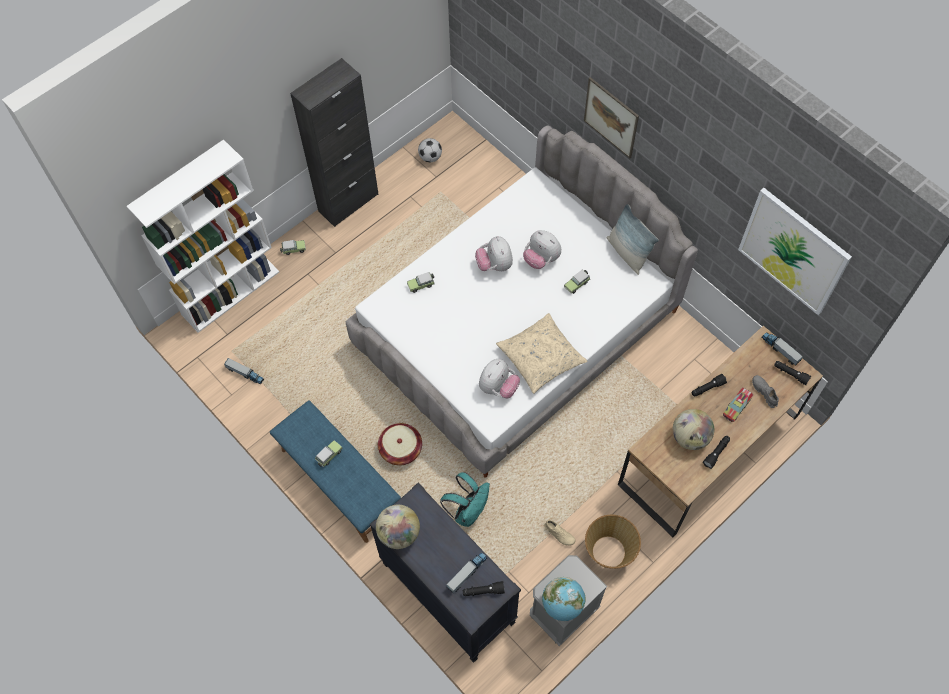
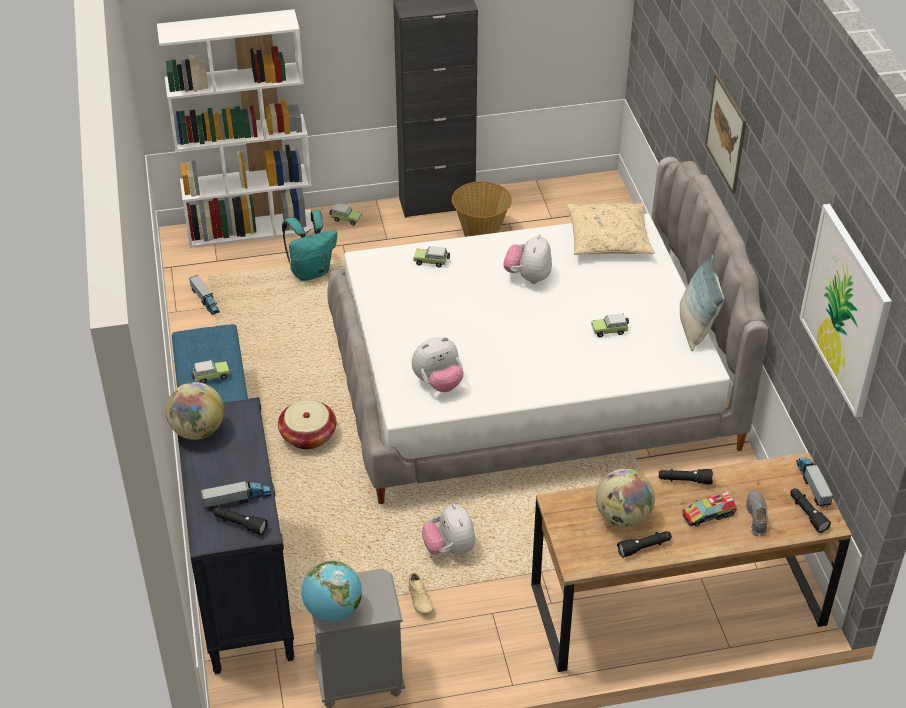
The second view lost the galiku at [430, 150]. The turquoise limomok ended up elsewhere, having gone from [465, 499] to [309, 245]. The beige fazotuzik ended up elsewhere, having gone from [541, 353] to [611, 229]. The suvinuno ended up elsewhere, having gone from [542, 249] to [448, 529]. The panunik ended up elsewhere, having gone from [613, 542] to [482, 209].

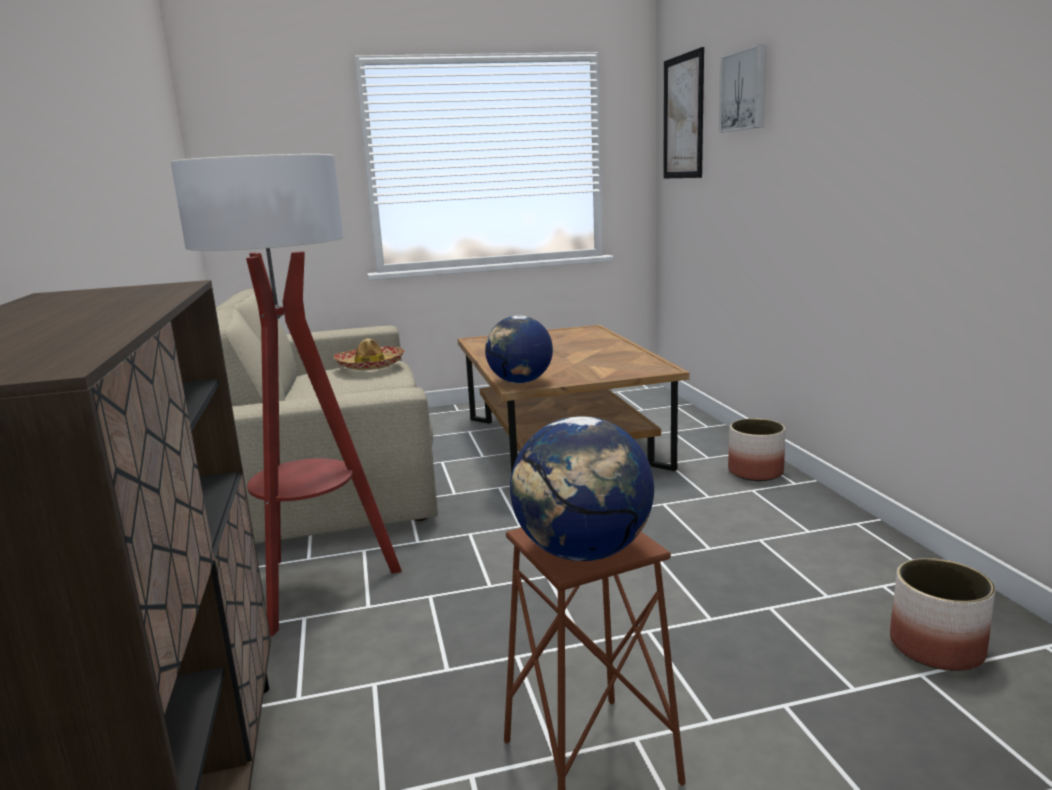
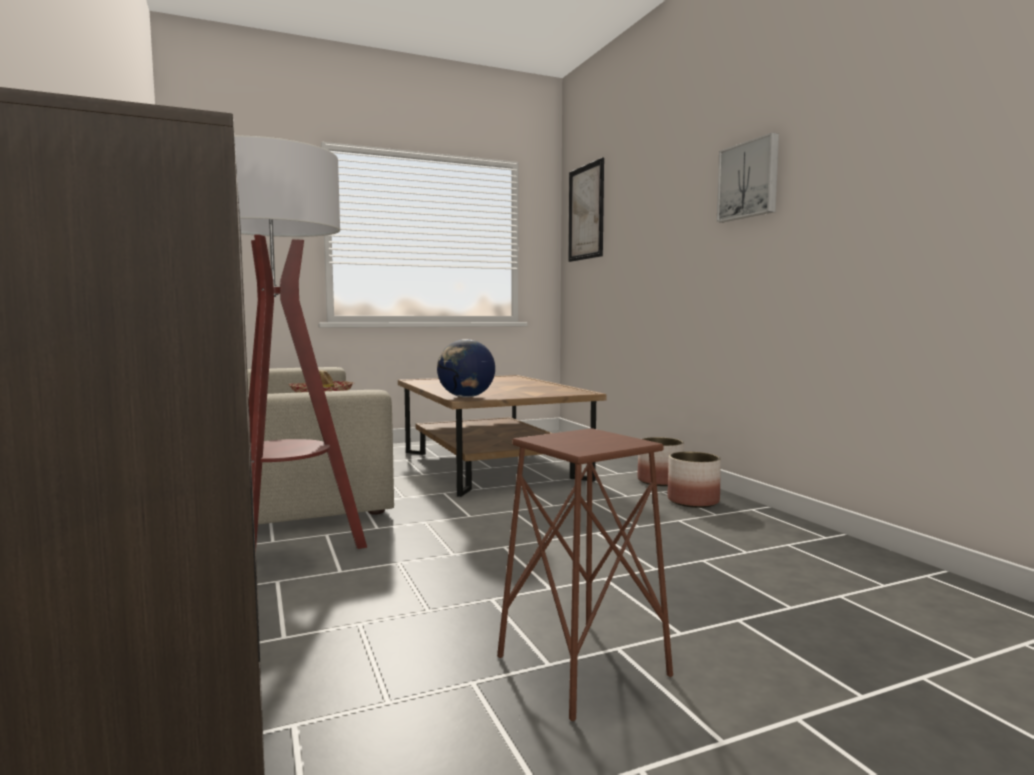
The second view lost the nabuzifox at [582, 488]. The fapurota ended up elsewhere, having gone from [743, 88] to [748, 177]. The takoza ended up elsewhere, having gone from [942, 614] to [694, 480].

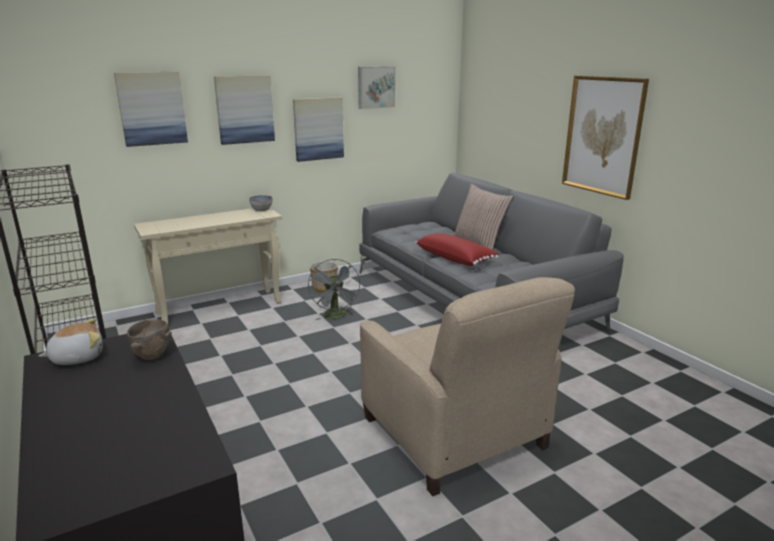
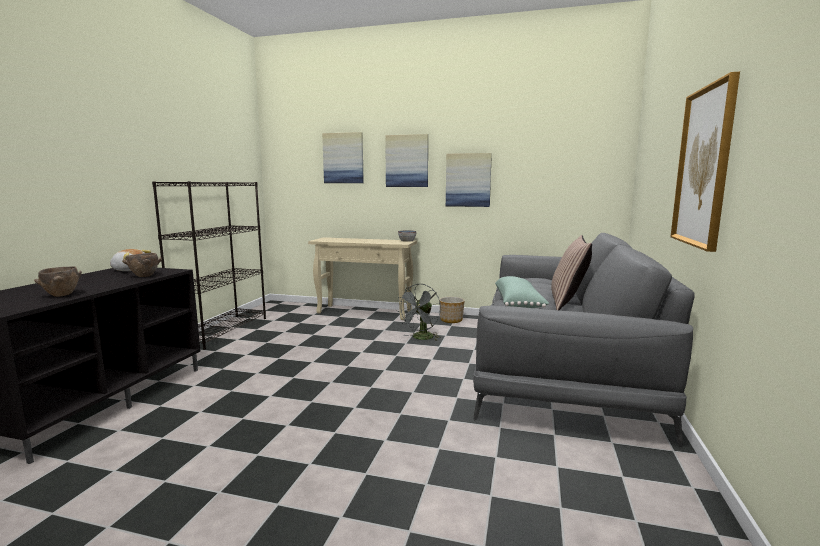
The second view lost the fapurota at [376, 87]. The second view lost the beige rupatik at [467, 386]. The second view gained the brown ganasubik at [58, 281]. What was the red fazotuzik at [457, 249] turned into the green fazotuzik at [522, 292].

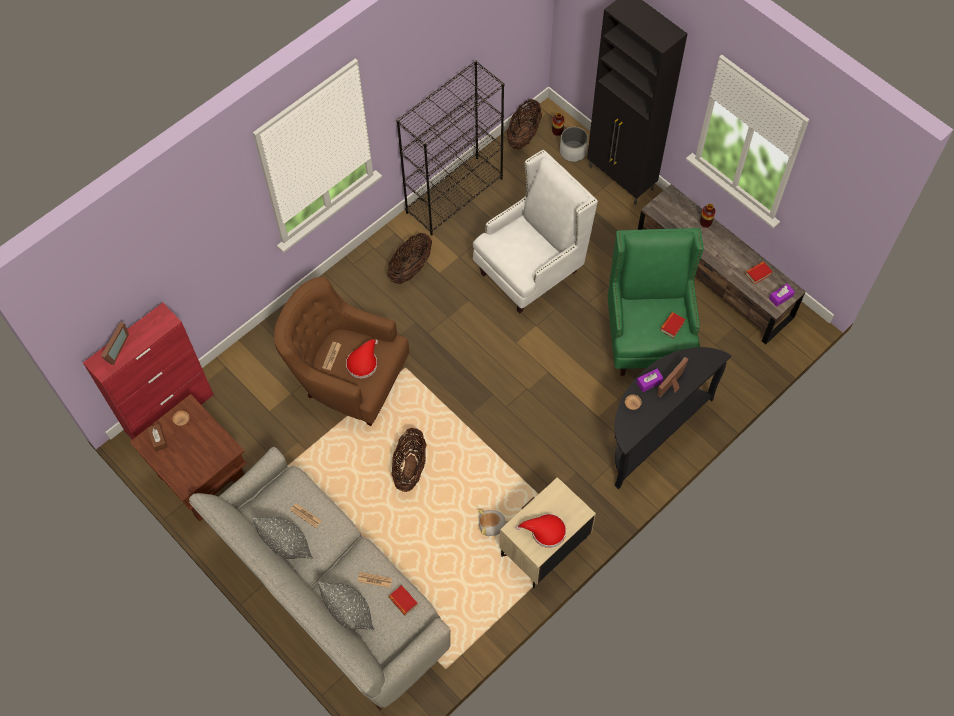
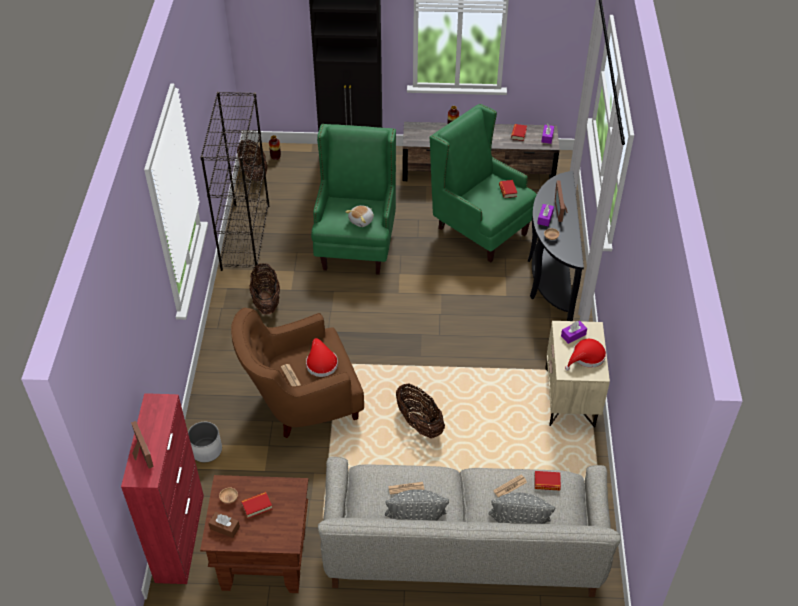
The second view gained the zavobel at [256, 505]. The second view gained the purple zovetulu at [574, 332]. The suvinuno ended up elsewhere, having gone from [493, 522] to [360, 216]. The white takoza ended up elsewhere, having gone from [574, 144] to [205, 442]. What was the white rupatik at [535, 232] turned into the green rupatik at [353, 199].

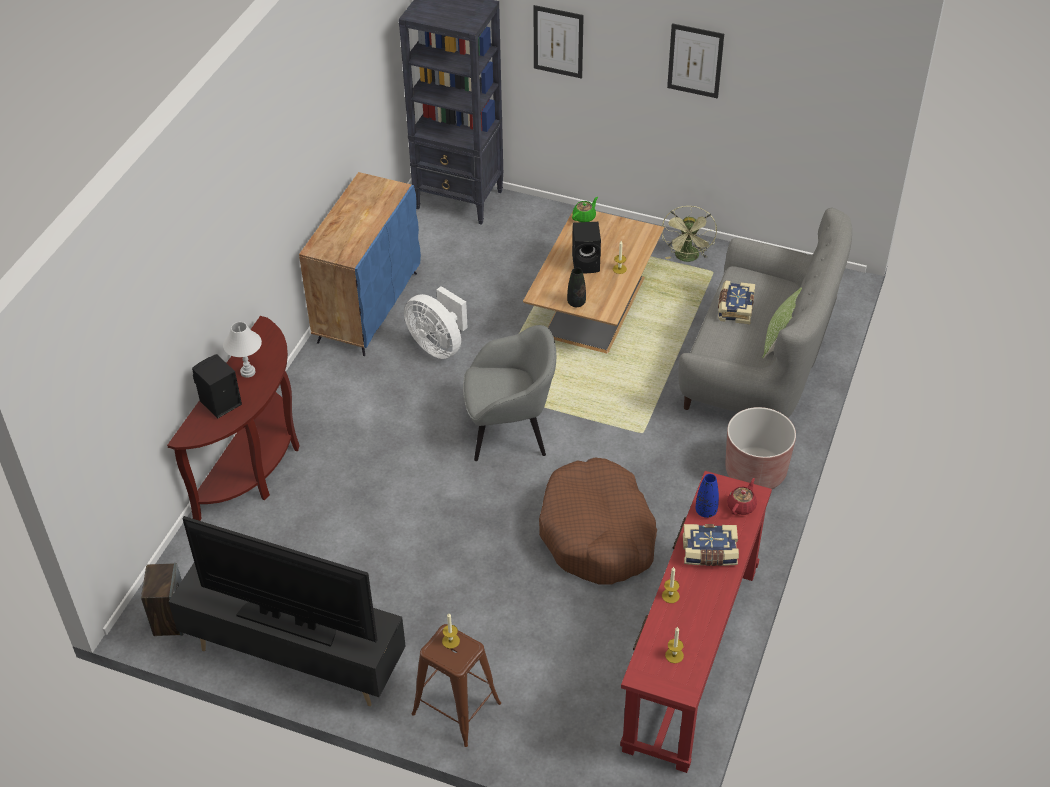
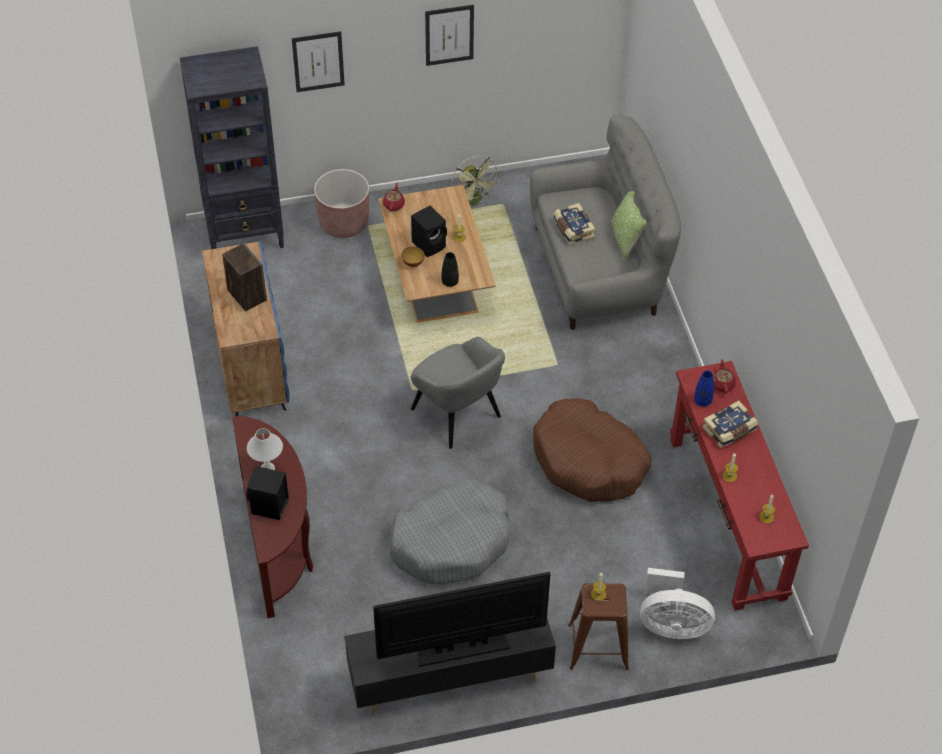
The second view gained the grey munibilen at [449, 532]. The second view gained the ganasubik at [412, 256]. The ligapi ended up elsewhere, having gone from [162, 599] to [244, 277]. The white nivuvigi ended up elsewhere, having gone from [436, 322] to [677, 603]. The brown takoza ended up elsewhere, having gone from [761, 448] to [341, 203]. What was the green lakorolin at [585, 209] turned into the red lakorolin at [394, 197]. The grey rupatik at [509, 393] ended up facing another way, 90 degrees clockwise from before.

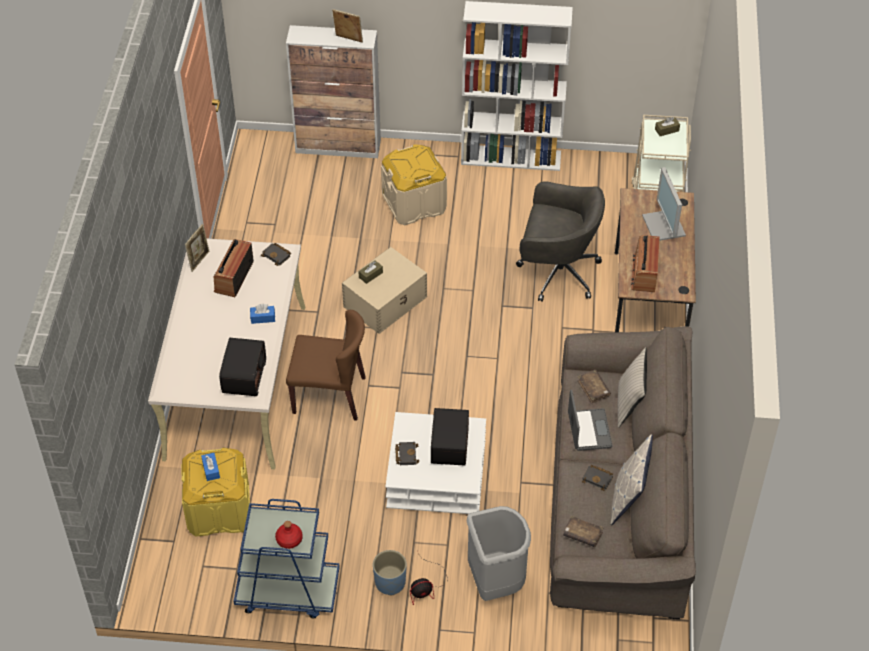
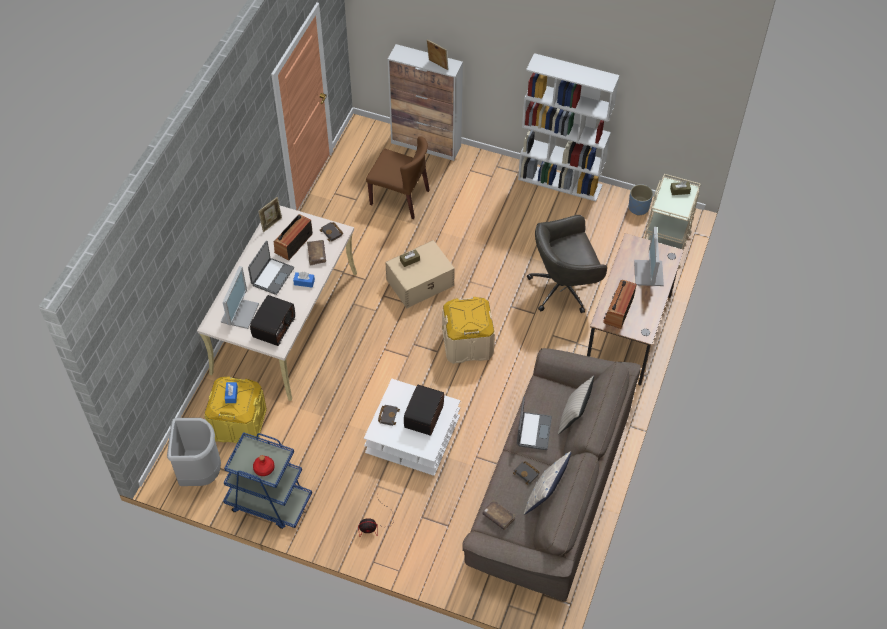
The second view gained the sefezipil at [240, 297]. The second view gained the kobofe at [271, 268]. The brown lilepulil ended up elsewhere, having gone from [326, 365] to [398, 177]. The blue takoza ended up elsewhere, having gone from [390, 573] to [641, 200]. The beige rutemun ended up elsewhere, having gone from [414, 185] to [468, 330]. The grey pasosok ended up elsewhere, having gone from [499, 553] to [194, 452]. The brown zavobel ended up elsewhere, having gone from [594, 387] to [316, 253]. The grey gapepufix at [560, 241] ended up facing another way, 135 degrees clockwise from before.

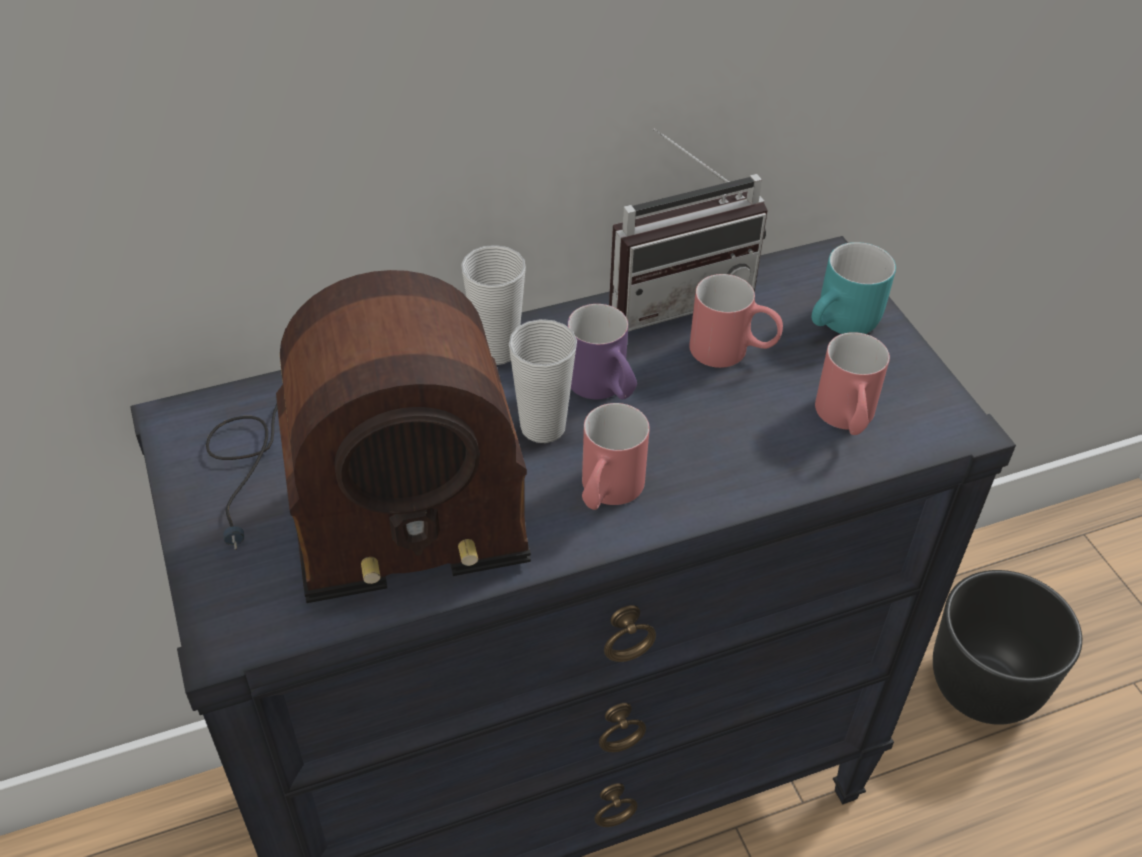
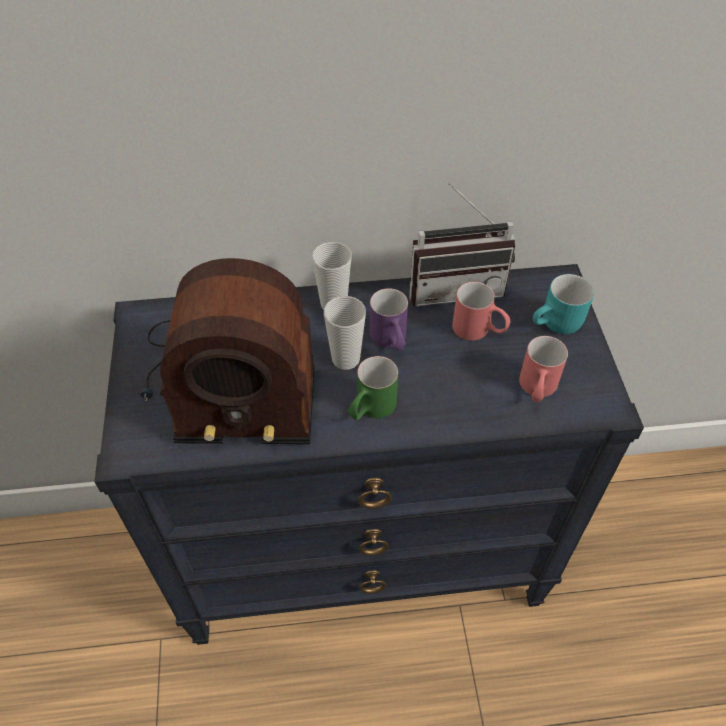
The second view lost the black takoza at [1007, 647]. What was the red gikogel at [616, 456] turned into the green gikogel at [373, 388].

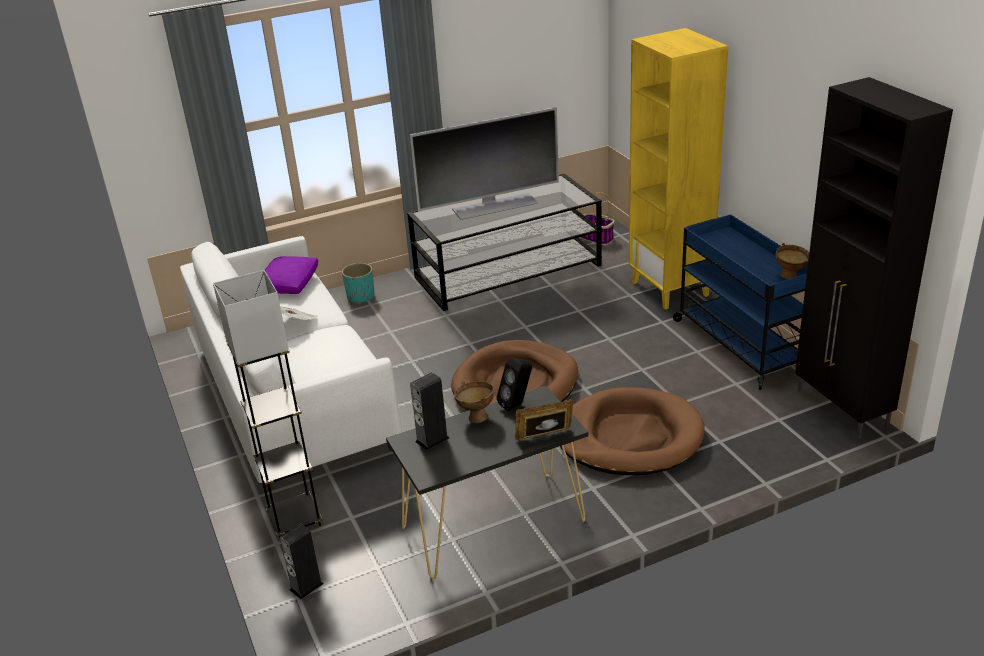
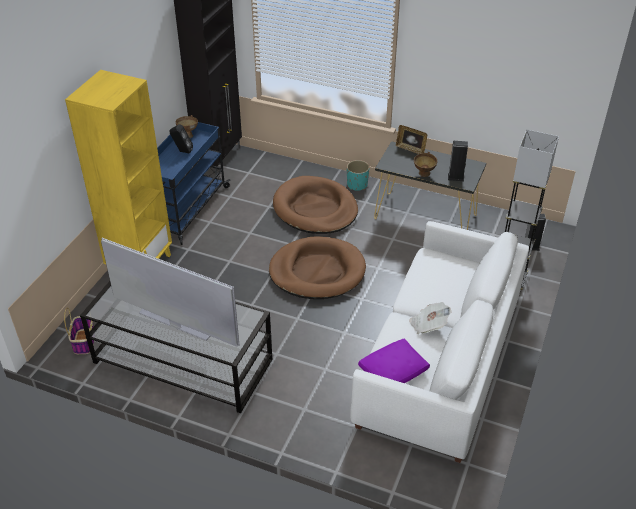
The turquoise takoza ended up elsewhere, having gone from [358, 283] to [358, 175]. The black ligapi ended up elsewhere, having gone from [514, 384] to [181, 139].

